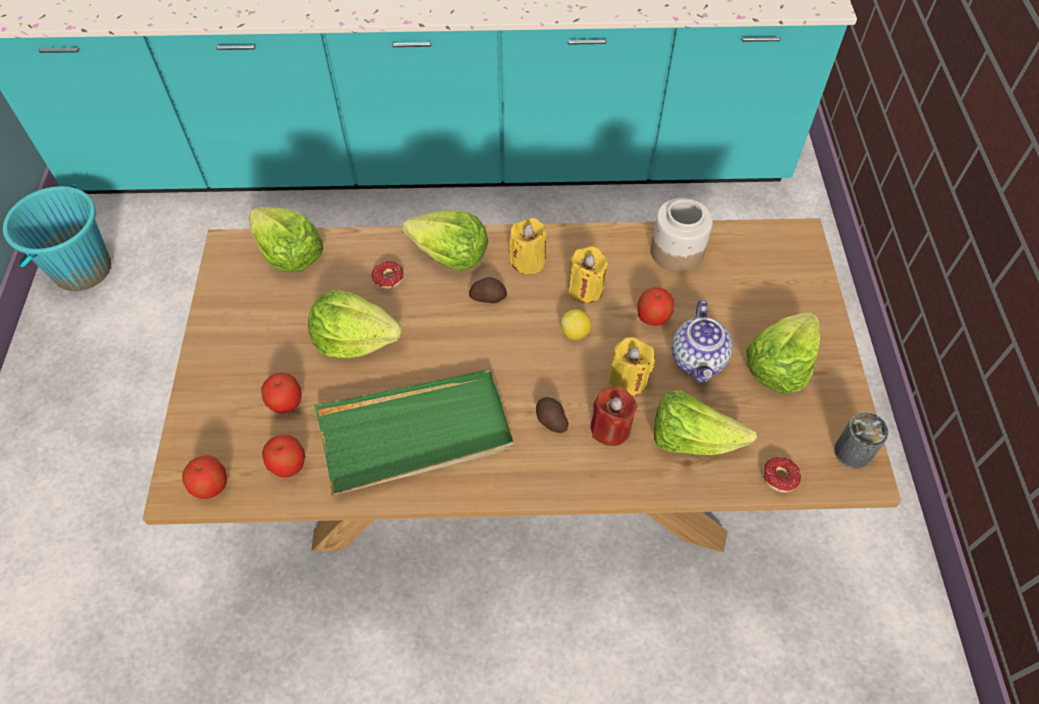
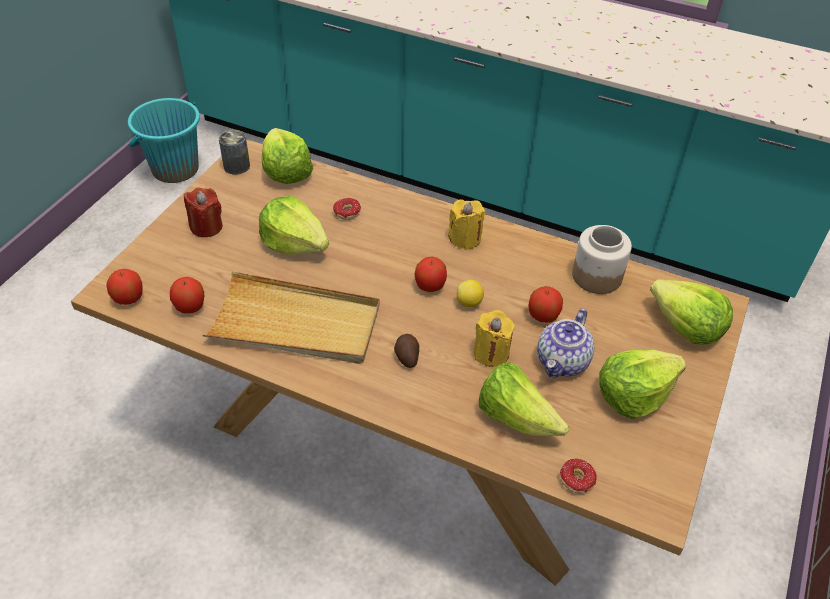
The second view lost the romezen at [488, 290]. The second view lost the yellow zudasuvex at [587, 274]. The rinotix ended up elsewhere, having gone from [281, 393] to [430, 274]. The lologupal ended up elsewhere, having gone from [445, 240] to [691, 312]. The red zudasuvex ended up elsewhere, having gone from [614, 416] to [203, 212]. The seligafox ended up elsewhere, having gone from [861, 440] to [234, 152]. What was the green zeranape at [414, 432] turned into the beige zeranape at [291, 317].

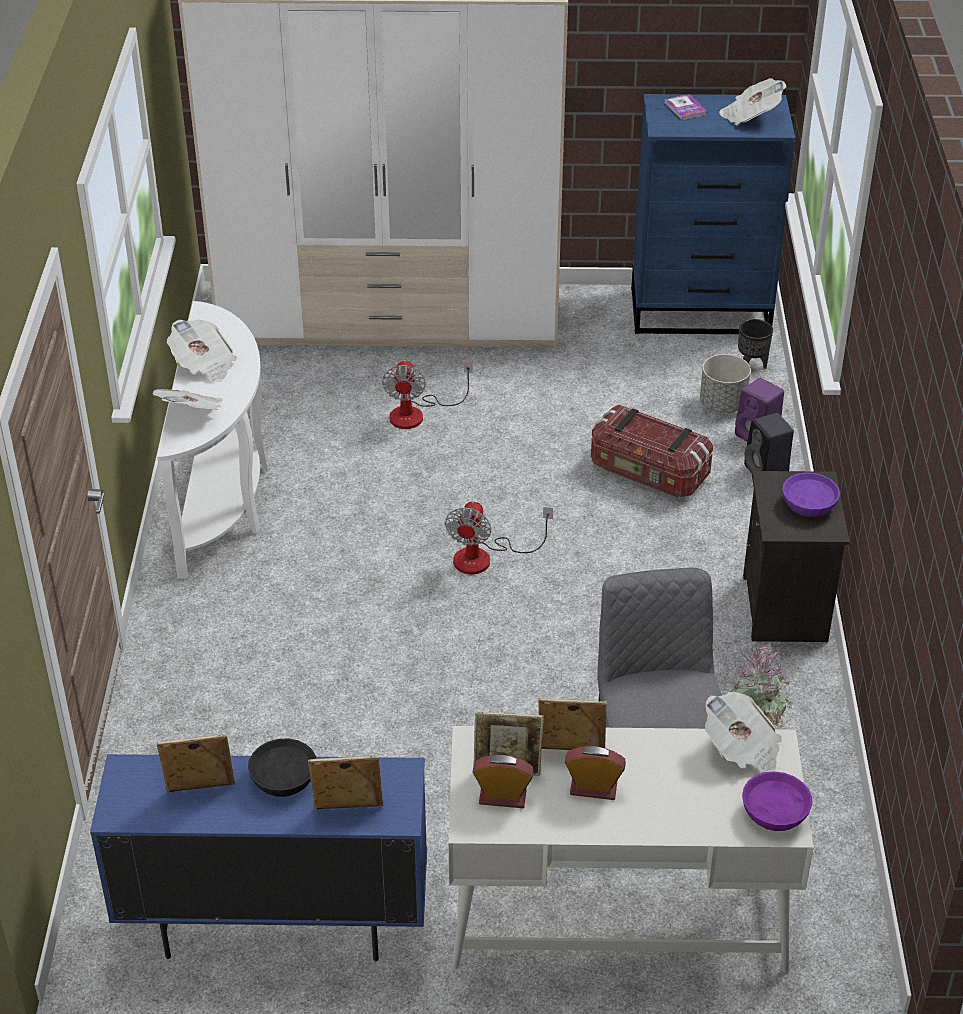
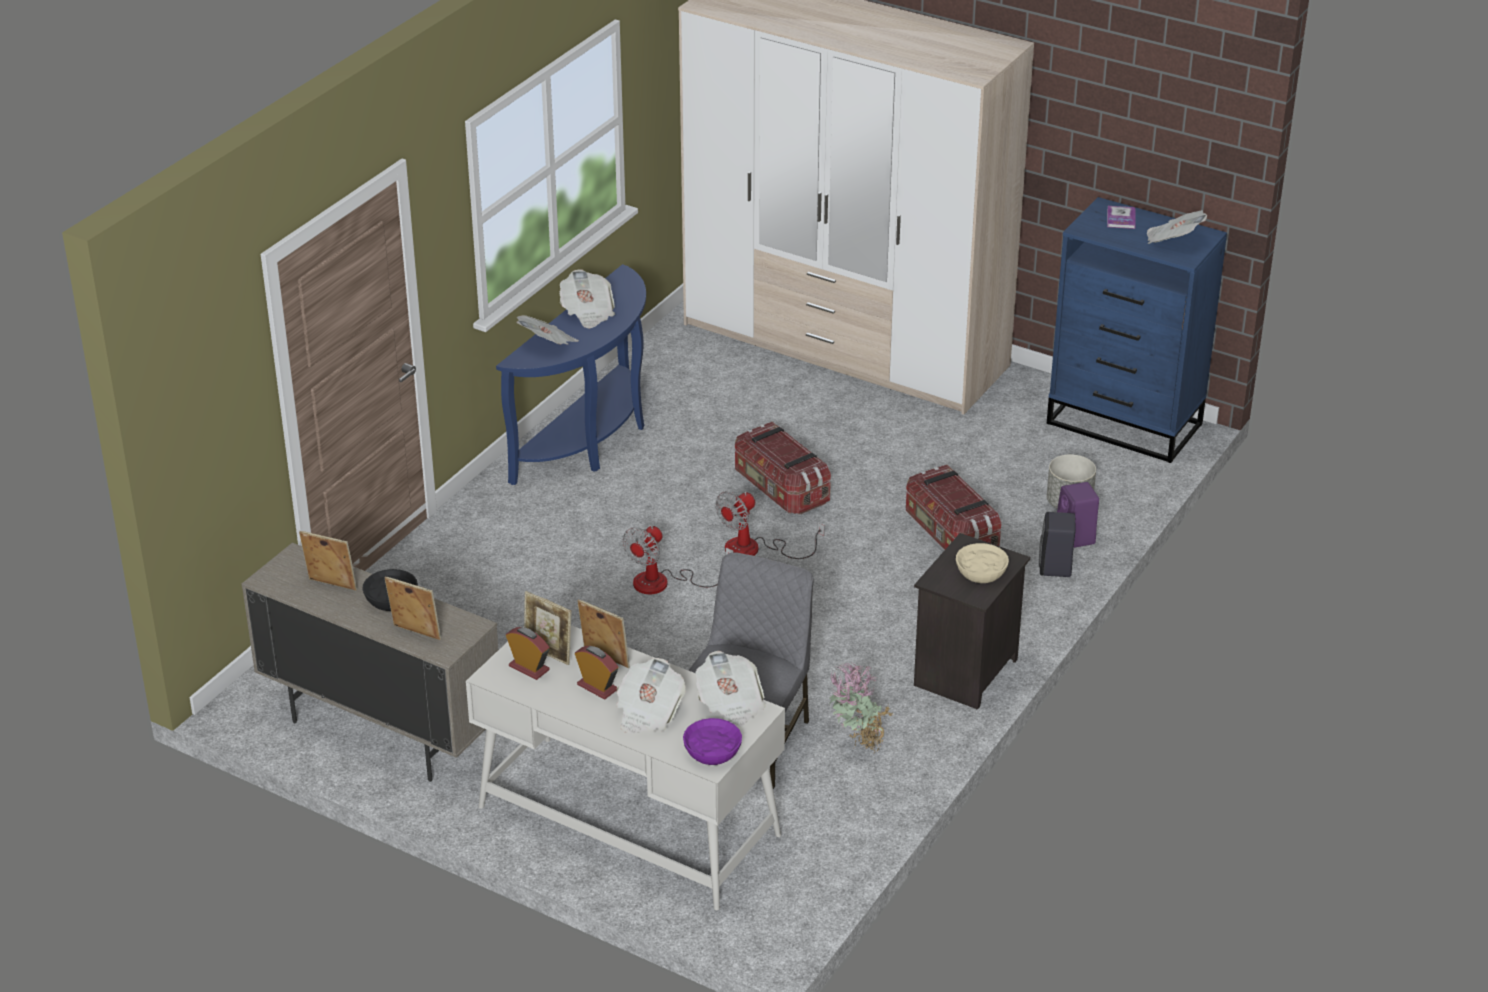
The second view lost the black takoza at [755, 344]. The second view gained the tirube at [651, 695]. The second view gained the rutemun at [783, 468]. The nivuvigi ended up elsewhere, having gone from [427, 394] to [678, 559]. What was the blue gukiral at [258, 858] turned into the beige gukiral at [370, 662]. What was the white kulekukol at [213, 440] turned into the blue kulekukol at [571, 374]. What was the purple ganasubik at [811, 494] turned into the beige ganasubik at [982, 563].

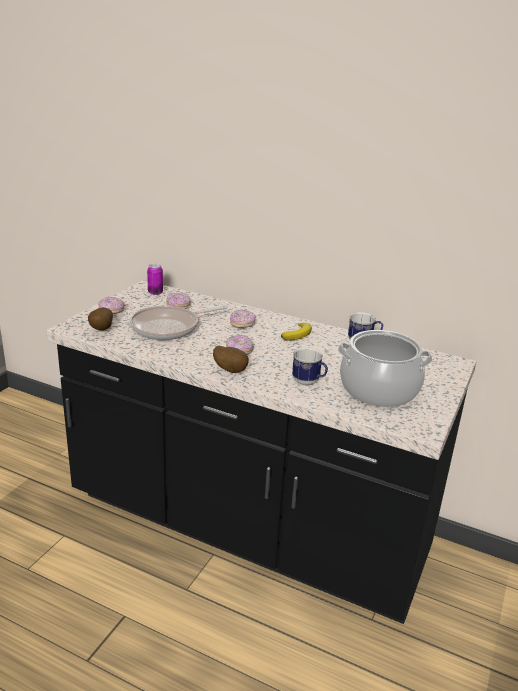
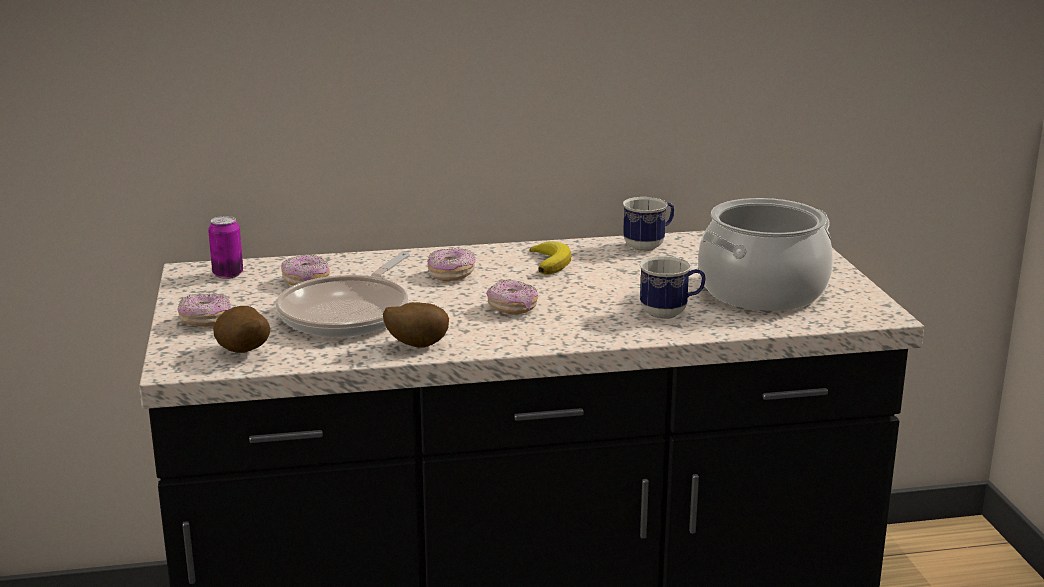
The romezen ended up elsewhere, having gone from [231, 359] to [416, 325].

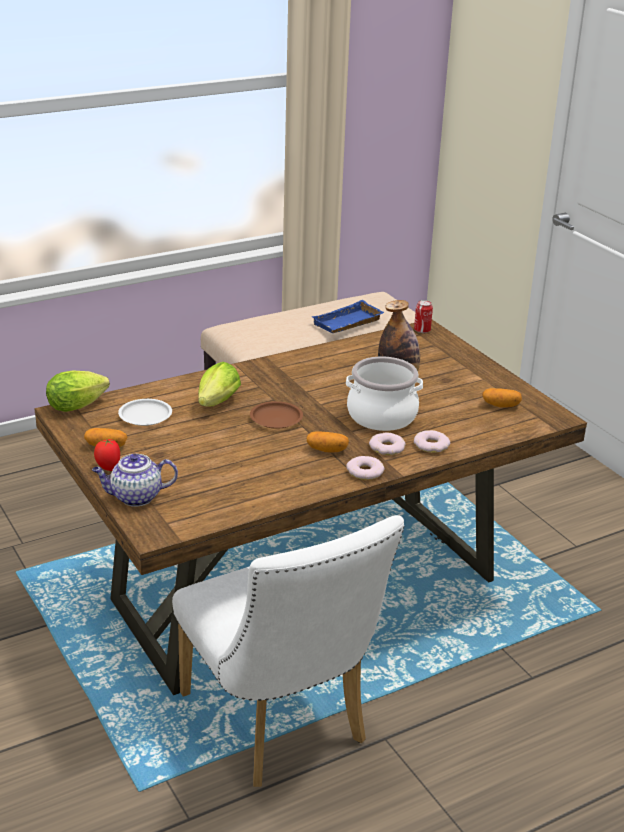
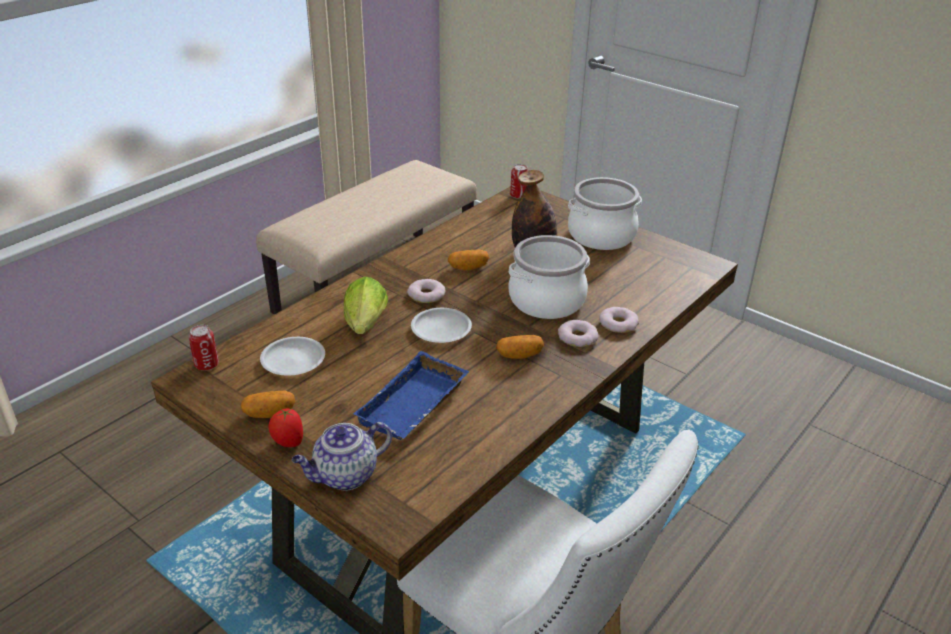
The second view gained the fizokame at [605, 213]. The blue zeranape ended up elsewhere, having gone from [348, 316] to [411, 395]. The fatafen ended up elsewhere, having gone from [365, 468] to [426, 291]. The romezen ended up elsewhere, having gone from [502, 398] to [468, 259]. Where the lologupal stood at [78, 391], the seligafox came to stand at [204, 348]. What was the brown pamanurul at [276, 415] turned into the white pamanurul at [441, 325].

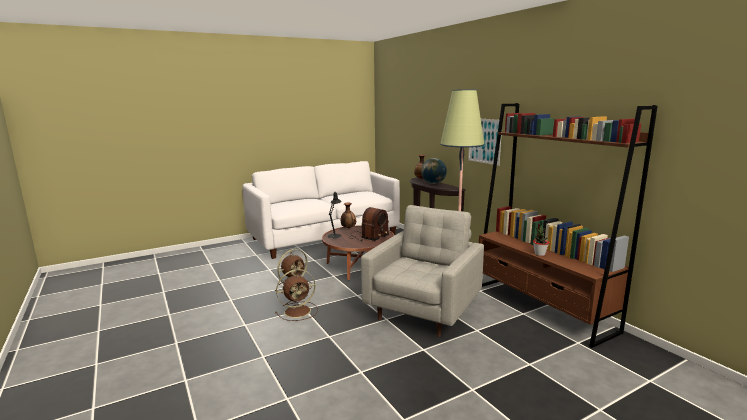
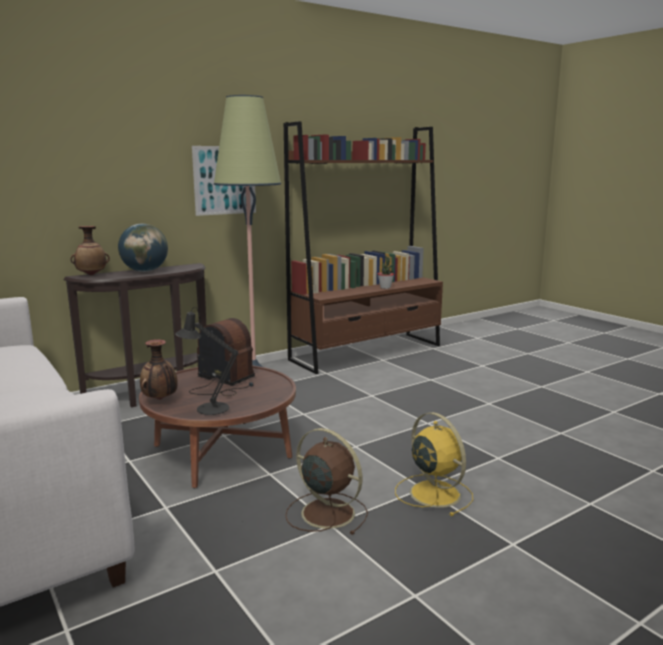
The second view lost the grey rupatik at [422, 271]. What was the brown nivuvigi at [296, 295] turned into the yellow nivuvigi at [434, 464].

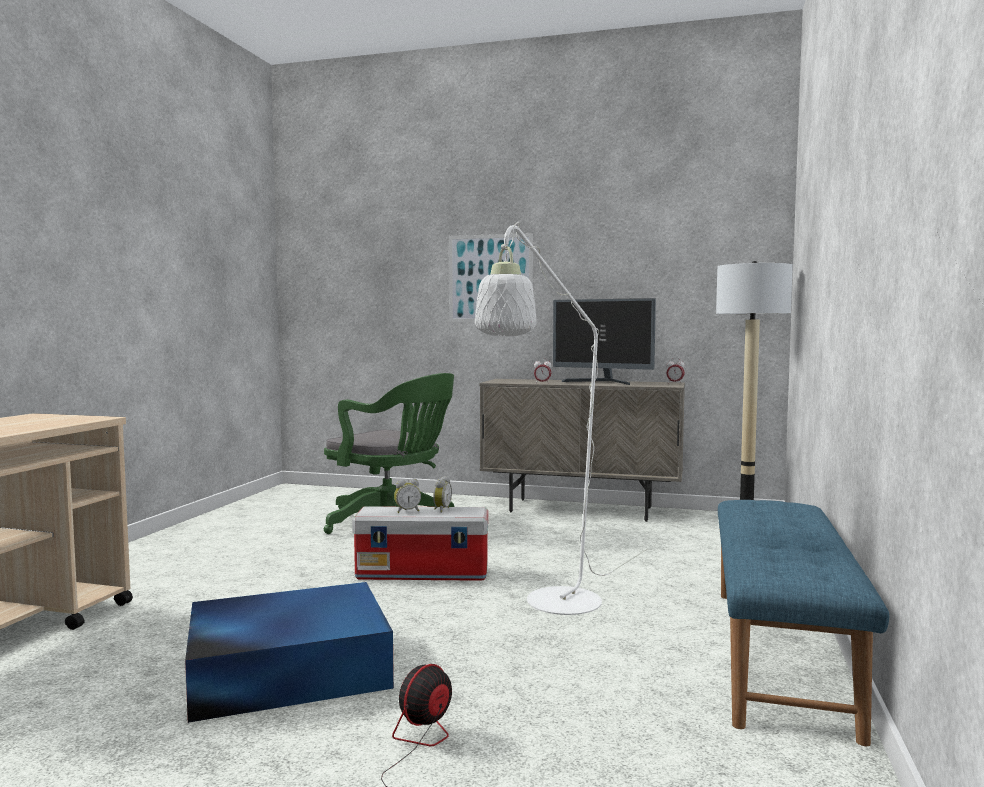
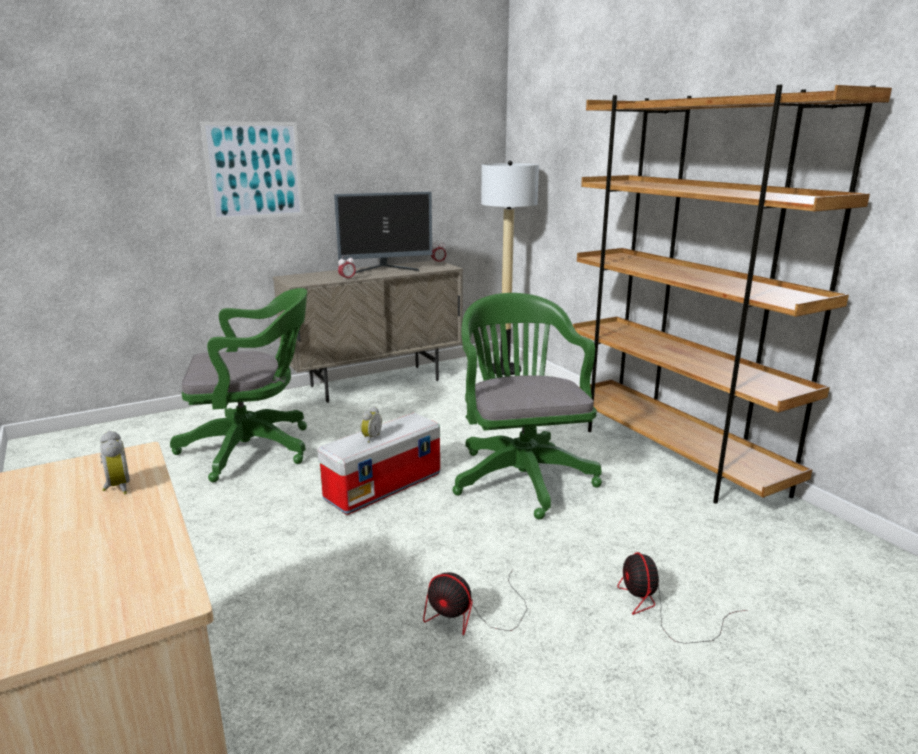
The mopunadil ended up elsewhere, having gone from [442, 494] to [115, 462]. Where the blue rutemun stood at [289, 652], the nivuvigi came to stand at [475, 602]. Where the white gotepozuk stood at [561, 418], the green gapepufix came to stand at [527, 406]. Where the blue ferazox stood at [803, 623], the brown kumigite came to stand at [732, 294].

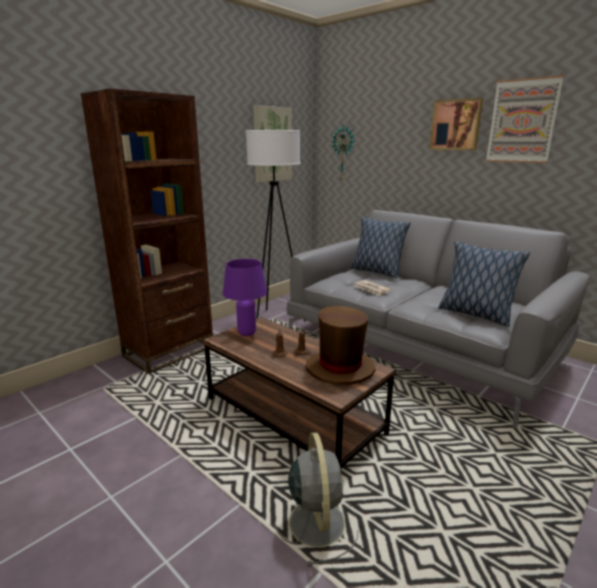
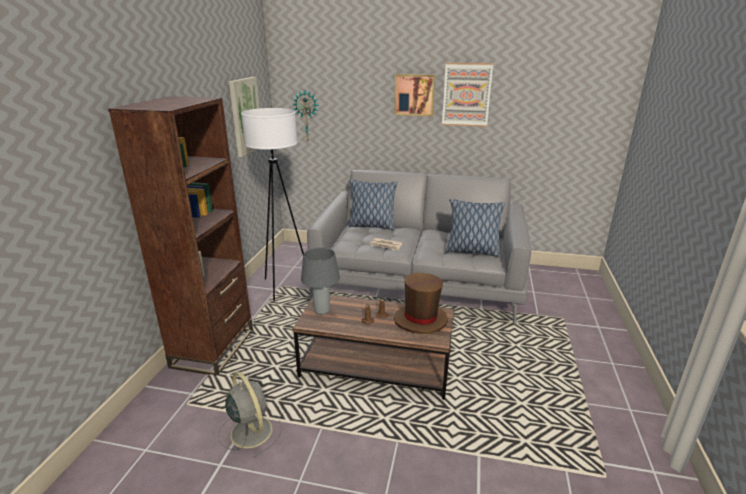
The grey nivuvigi ended up elsewhere, having gone from [316, 499] to [250, 415]. What was the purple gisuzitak at [245, 297] turned into the grey gisuzitak at [320, 281].

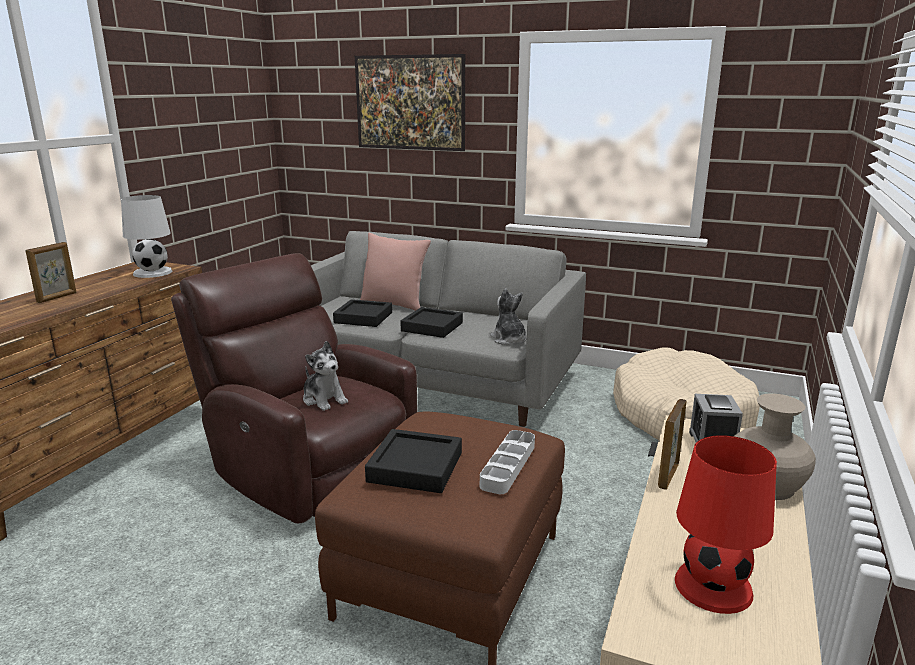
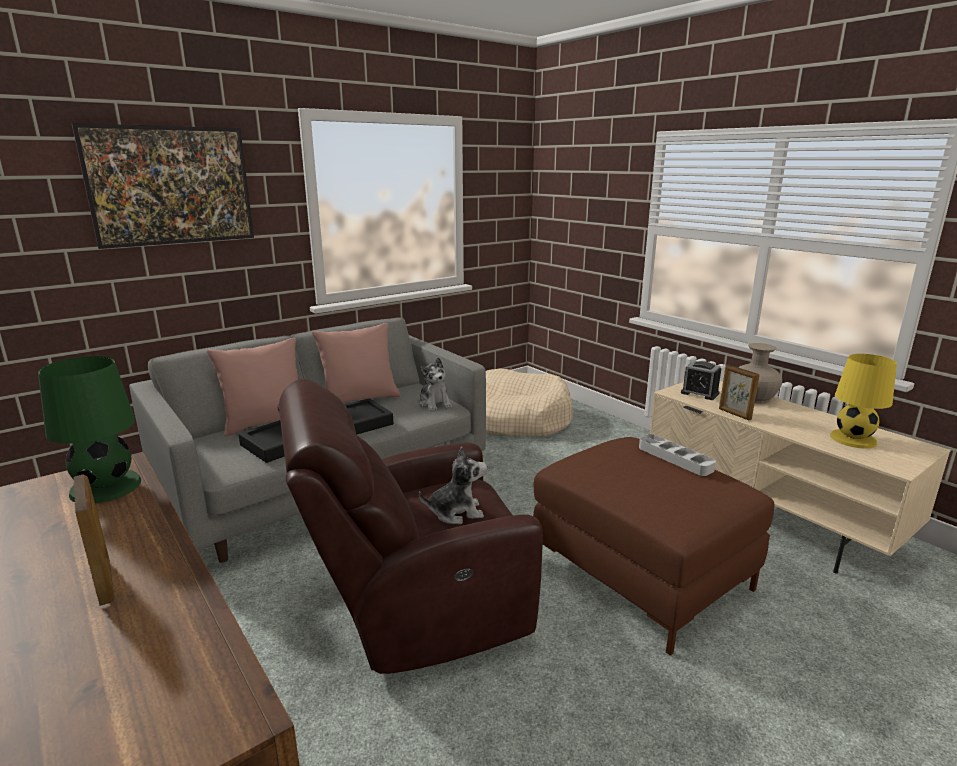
The second view lost the black zeranape at [413, 461]. The second view gained the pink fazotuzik at [356, 362]. What was the white gisuzitak at [146, 236] turned into the green gisuzitak at [89, 430]. What was the red gisuzitak at [726, 524] turned into the yellow gisuzitak at [863, 401]. The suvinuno at [508, 316] ended up facing another way, 120 degrees counterclockwise from before.

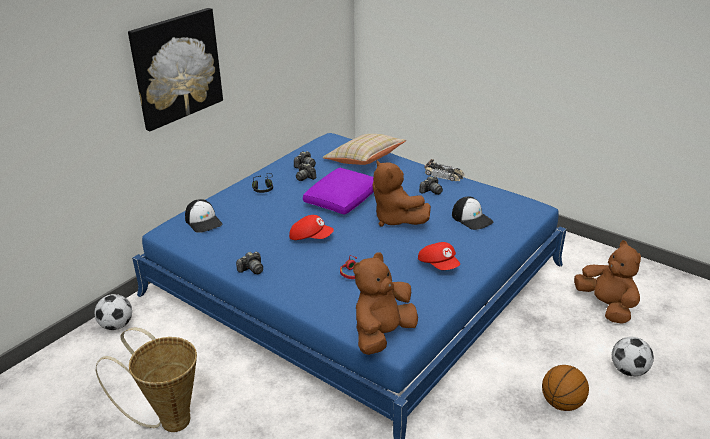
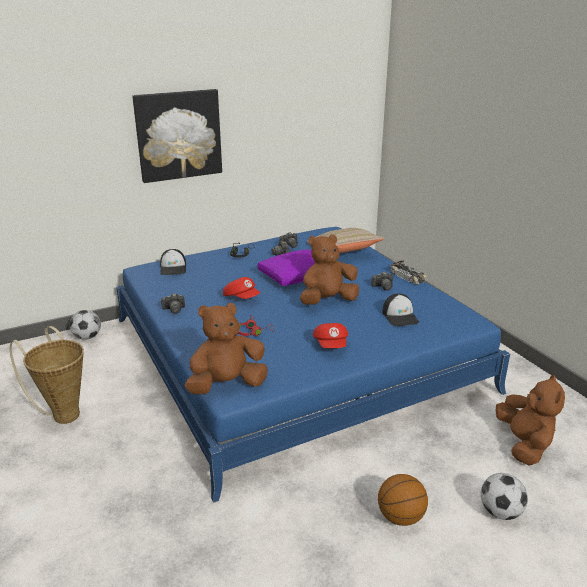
The brown suvinuno at [402, 193] ended up facing another way, 75 degrees clockwise from before.

